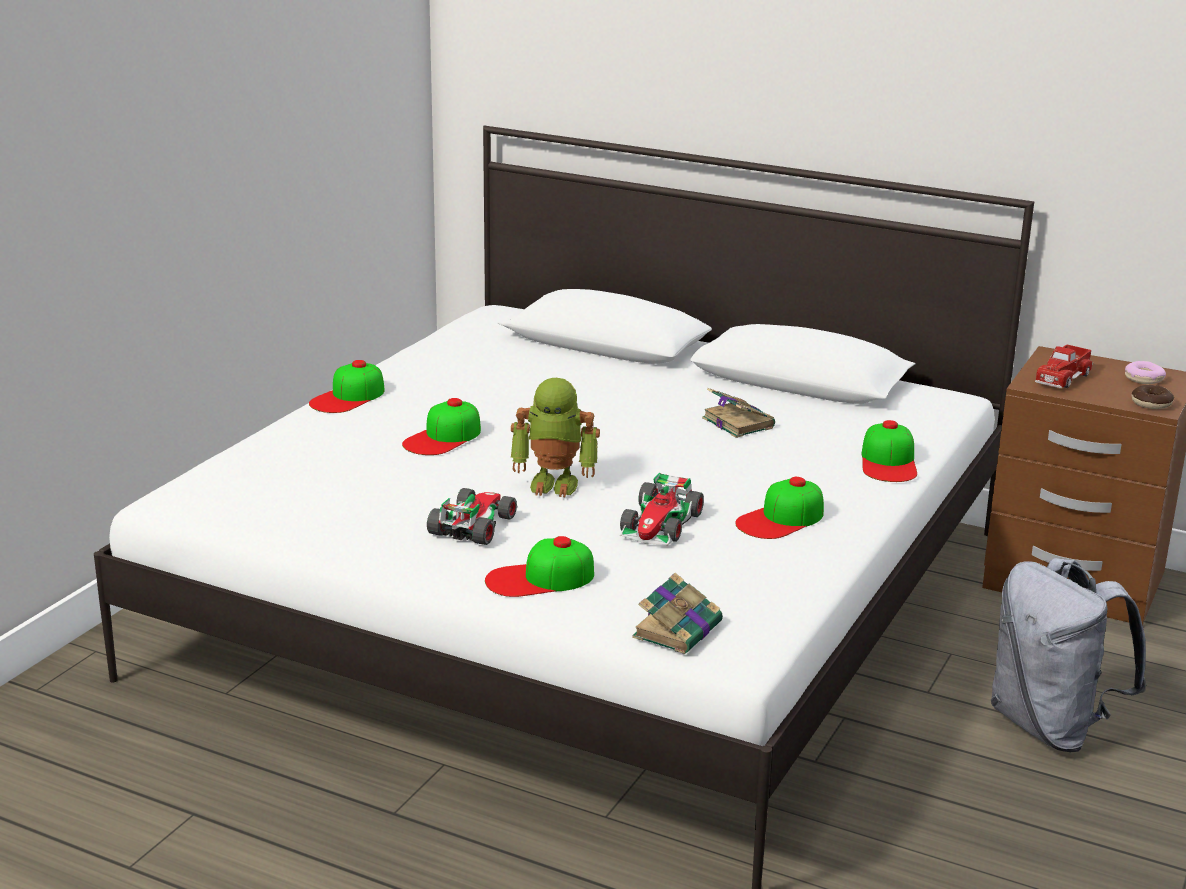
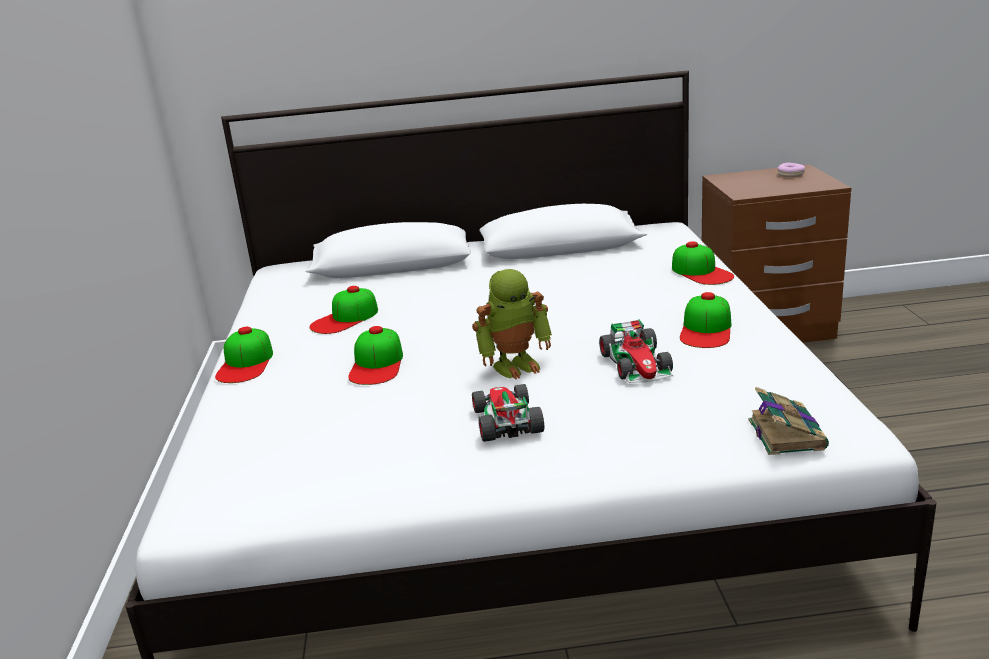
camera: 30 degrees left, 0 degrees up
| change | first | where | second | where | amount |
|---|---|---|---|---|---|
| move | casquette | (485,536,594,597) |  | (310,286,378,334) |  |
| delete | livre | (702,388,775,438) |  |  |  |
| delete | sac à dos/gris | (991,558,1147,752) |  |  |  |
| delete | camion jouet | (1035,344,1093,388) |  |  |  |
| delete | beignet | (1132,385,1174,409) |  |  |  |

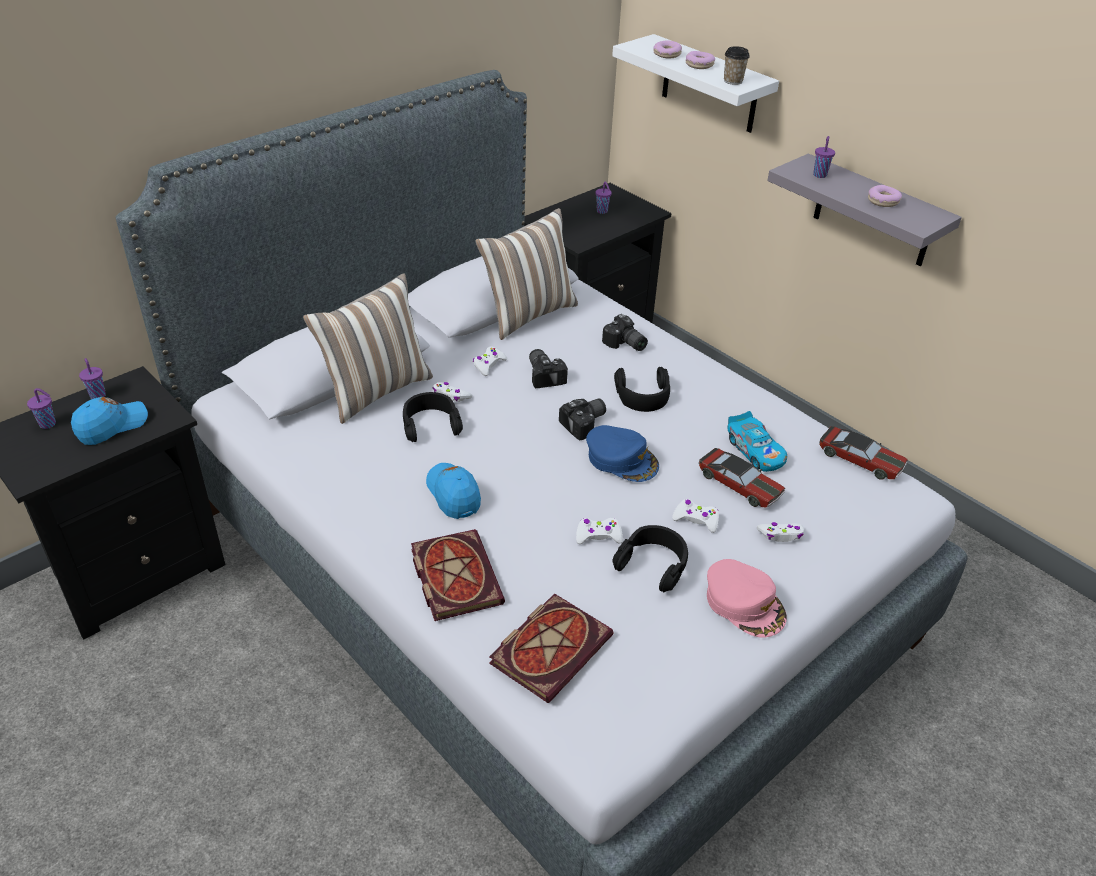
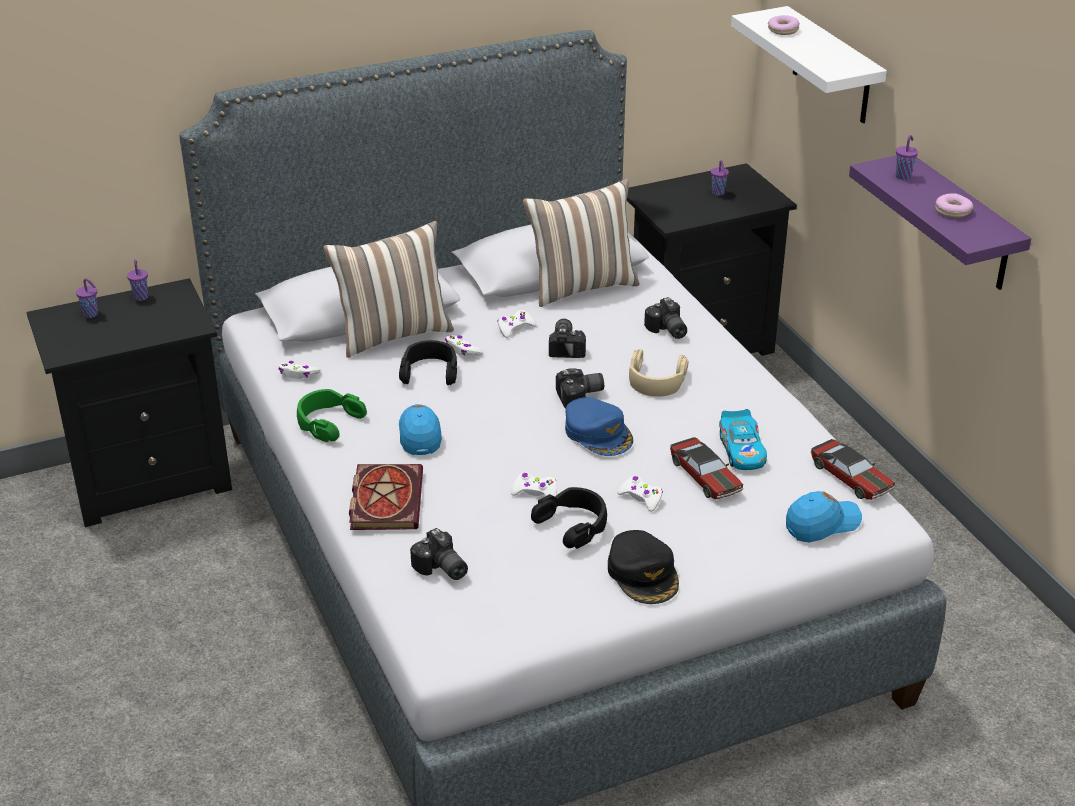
camera: 20 degrees right, 5 degrees down
| change | first | where | second | where | amount |
|---|---|---|---|---|---|
| move | manette/blanc | (757,522,804,542) |  | (278,361,321,379) |  |
| insert |  |  | casque audio/vert | (297,389,367,442) |  |
| replace | livre | (489,593,614,703) | appareil photo | (410,528,468,580) |  |
| recolor | casquette/rose | (707,559,787,637) | casquette/noir | (608,530,679,604) |  |
| recolor | casque audio/noir | (614,367,670,412) | casque audio/beige | (629,349,689,397) |  |
| move | casquette/bleu | (71,397,148,445) |  | (786,491,862,542) |  |
| recolor | étagère/gris | (767,154,962,266) | étagère/violet | (849,155,1031,290) |  |
| delete | beignet | (686,51,715,69) |  |  |  |
| delete | tasse | (724,46,750,85) |  |  |  |

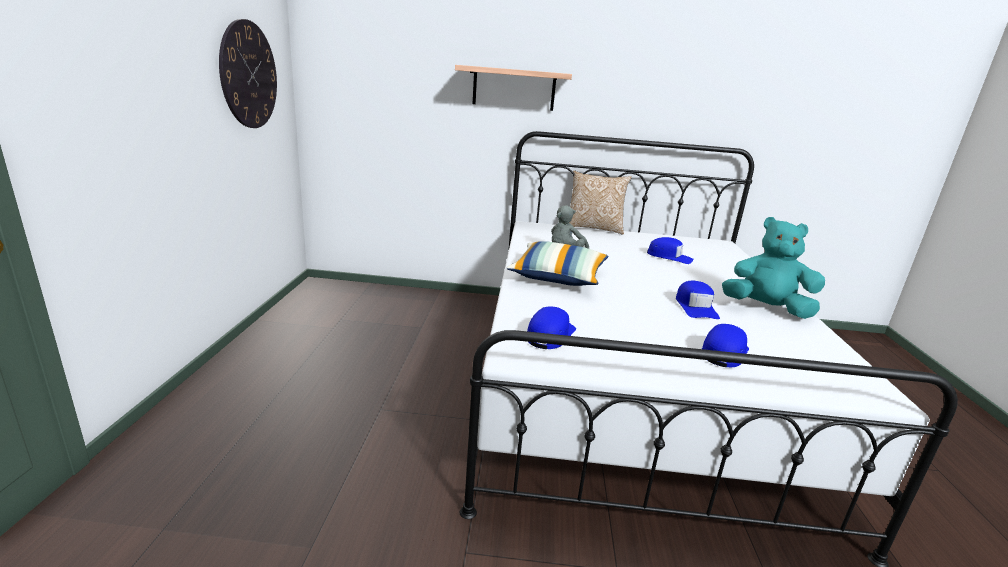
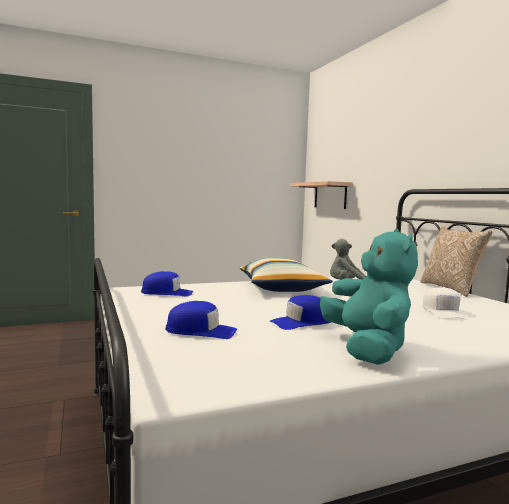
camera: 65 degrees right, 15 degrees down
| change | first | where | second | where | amount |
|---|---|---|---|---|---|
| move | étagère | (455,65,572,111) |  | (290,181,353,209) |  |
| recolor | casquette/bleu | (647,237,694,264) | casquette/blanc | (422,287,470,320) |  |
| delete | horloge murale | (219,19,277,128) |  |  |  |

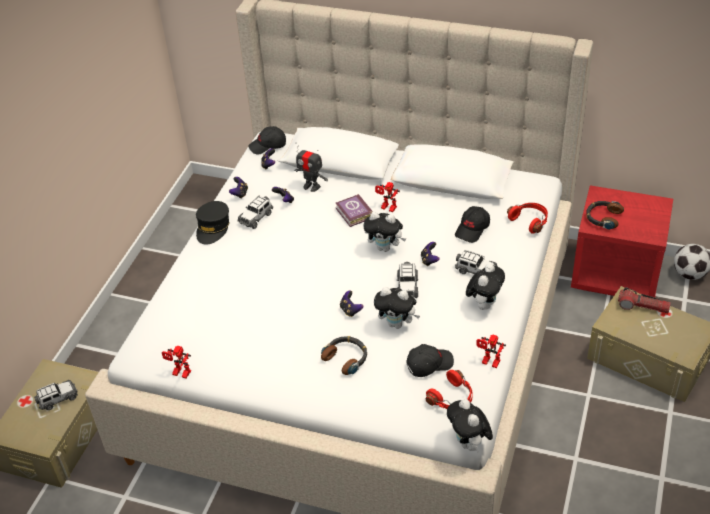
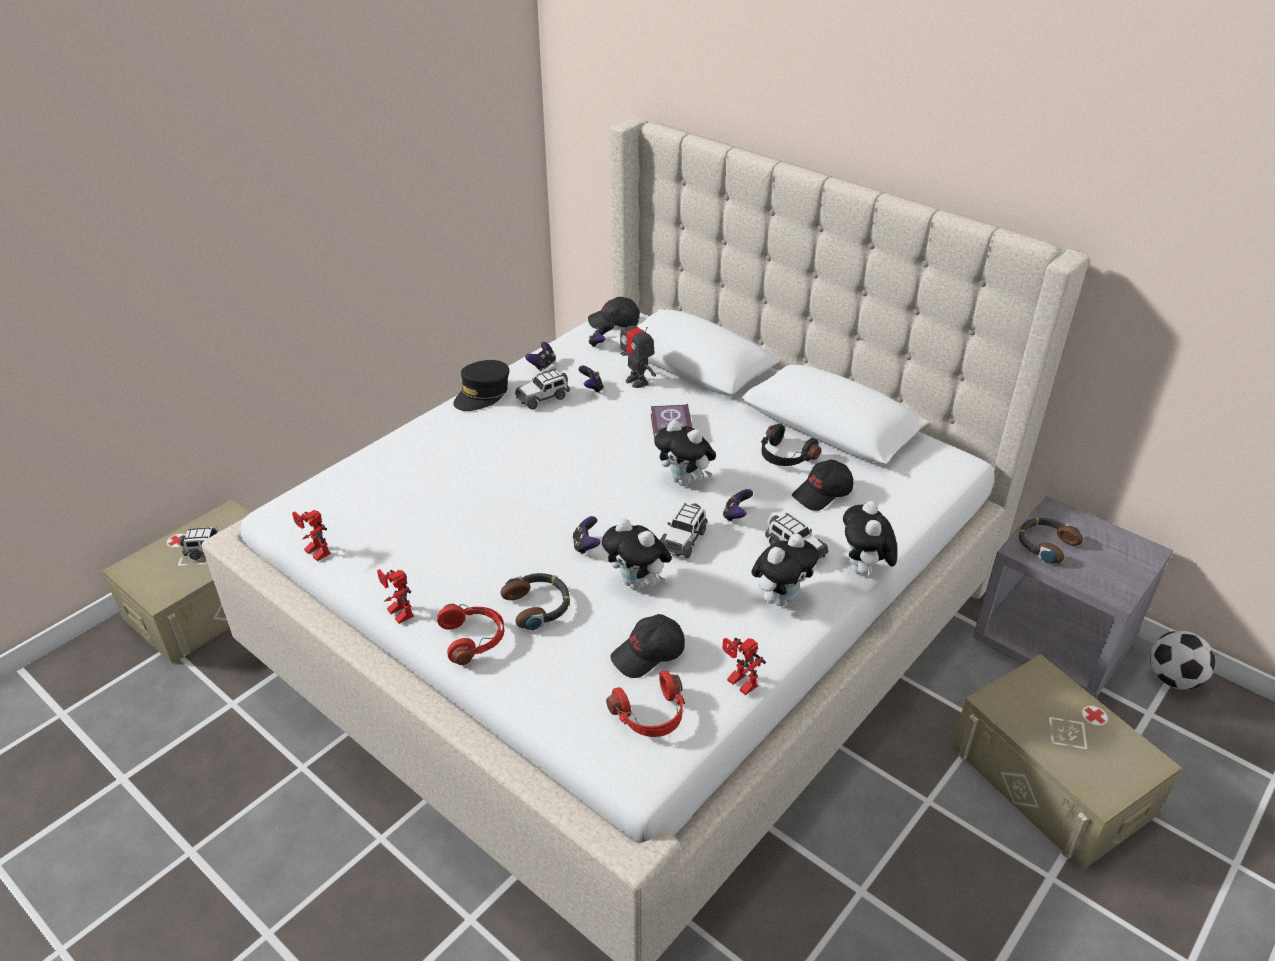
camera: 20 degrees right, 5 degrees down
| change | first | where | second | where | amount |
|---|---|---|---|---|---|
| move | robot jouet | (375,182,400,212) |  | (377,569,414,624) |  |
| move | casque audio/rouge | (507,203,548,234) |  | (437,604,504,665) |  |
| rotate | casquette/noir | (406,344,454,377) |  | (610,614,685,678) | 150 degrees clockwise |
| insert |  |  | casque audio/noir | (761,423,821,466) |  |
| move | peluche | (447,399,493,453) |  | (843,501,897,576) |  |
| recolor | table de chevet/rouge | (571,185,673,297) | table de chevet/gris | (973,496,1173,698) |  |
| delete | lampe de poche | (618,287,671,313) |  |  |  |

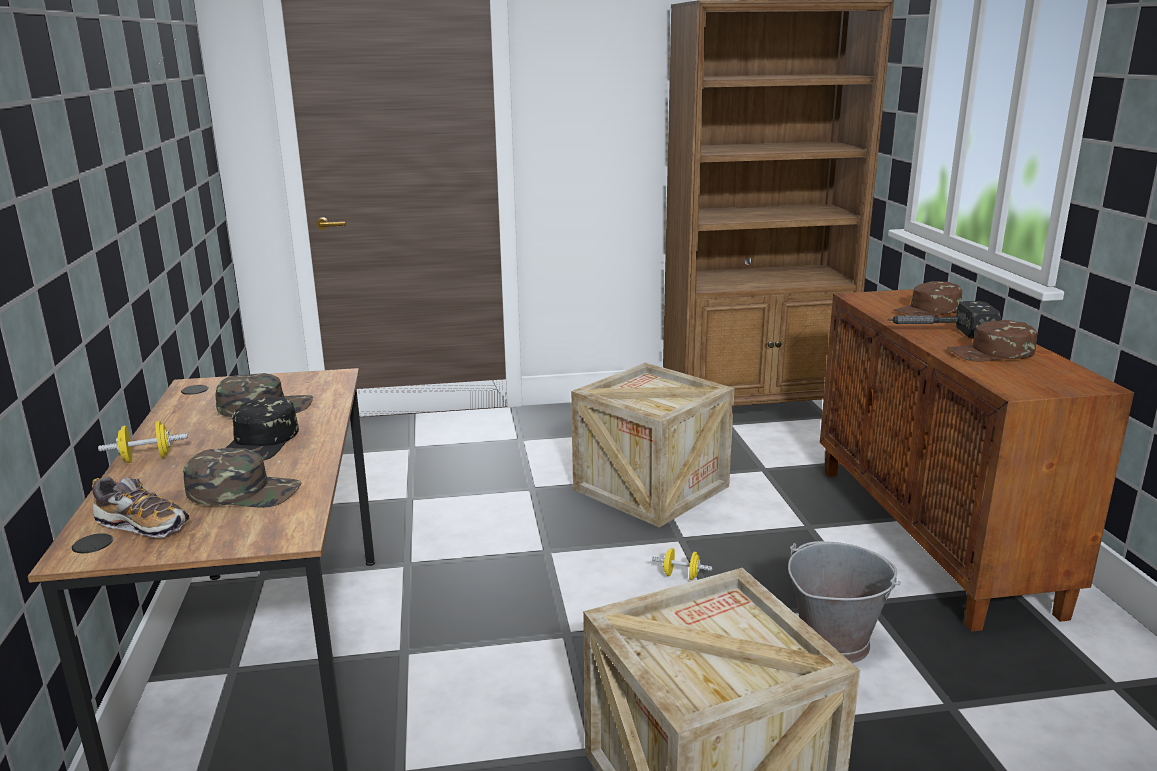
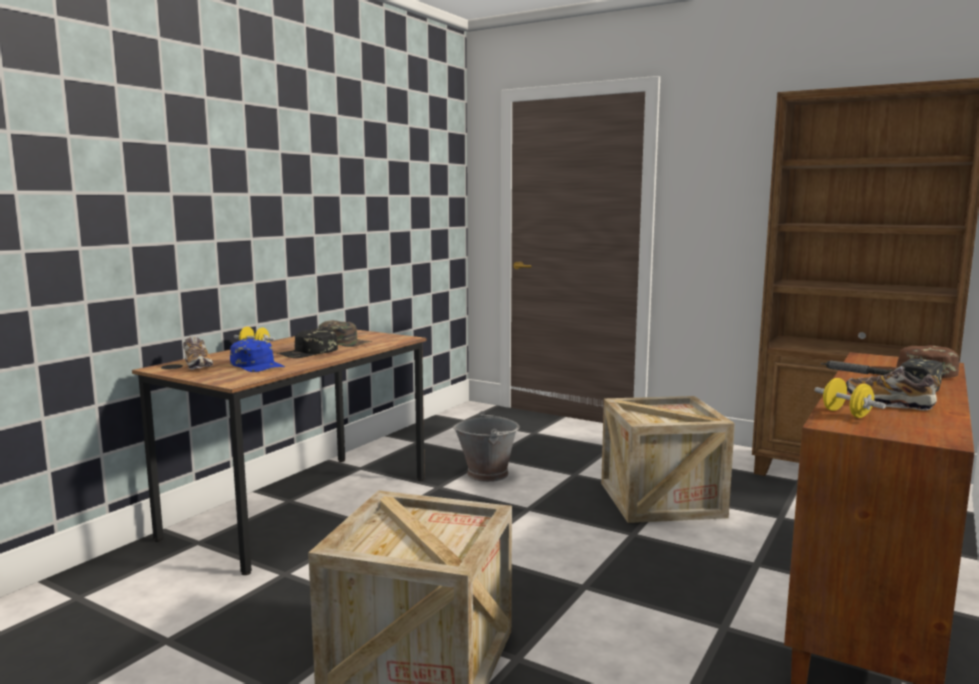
camera: 40 degrees right, 10 degrees down
| change | first | where | second | where | amount |
|---|---|---|---|---|---|
| recolor | casquette/vert | (183,448,301,508) | casquette/bleu | (230,339,285,372) |  |
| move | seau/gris | (788,541,901,663) |  | (453,411,520,482) |  |
| move | haltère/jaune | (652,548,713,580) |  | (814,378,886,418) |  |
| replace | casquette/marron | (947,320,1037,362) | chaussure | (846,366,940,411) |  |

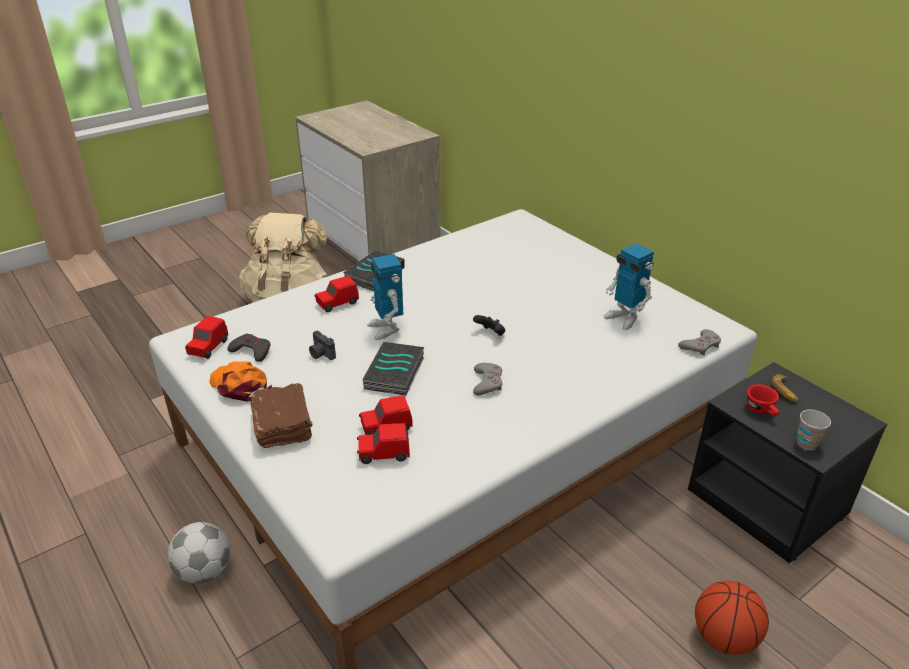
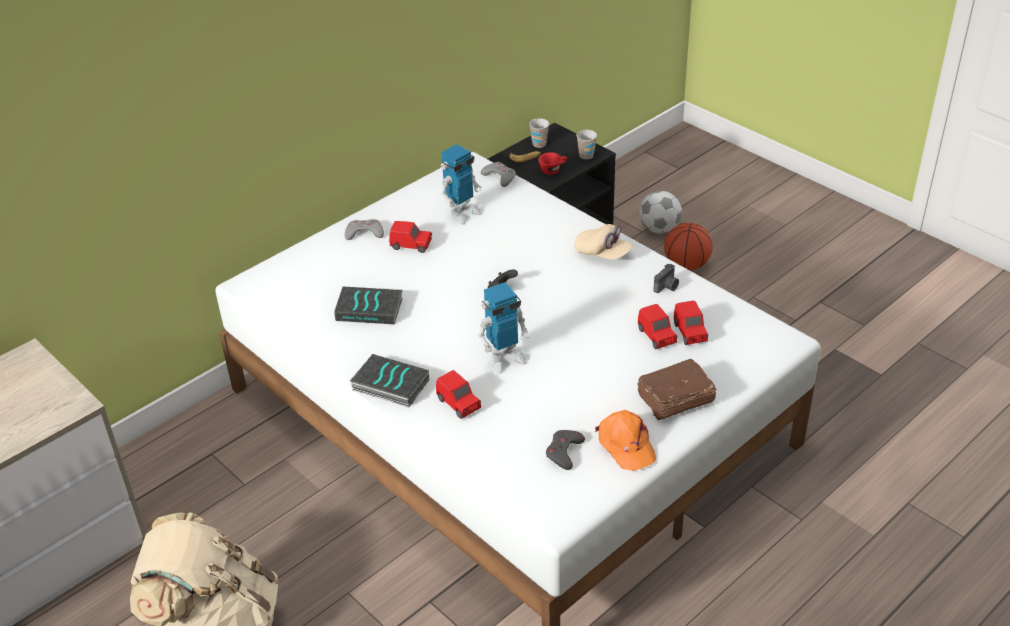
camera: 95 degrees left, 5 degrees up
| change | first | where | second | where | amount |
|---|---|---|---|---|---|
| move | livre | (363,342,424,396) |  | (334,286,403,325) |  |
| move | manette/gris | (473,363,503,396) |  | (345,219,384,240) |  |
| move | petite voiture/rouge | (185,316,228,359) |  | (389,221,432,253) |  |
| insert |  |  | tasse | (529,118,549,148) |  |
| insert |  |  | casquette/beige | (574,224,632,260) |  |
| rotate | casquette/orange | (209,361,272,402) |  | (595,410,656,471) | 60 degrees counterclockwise |
| move | ballon de foot | (168,522,230,584) |  | (639,191,682,233) |  |
| move | appareil photo | (309,331,336,360) |  | (653,264,679,293) |  |

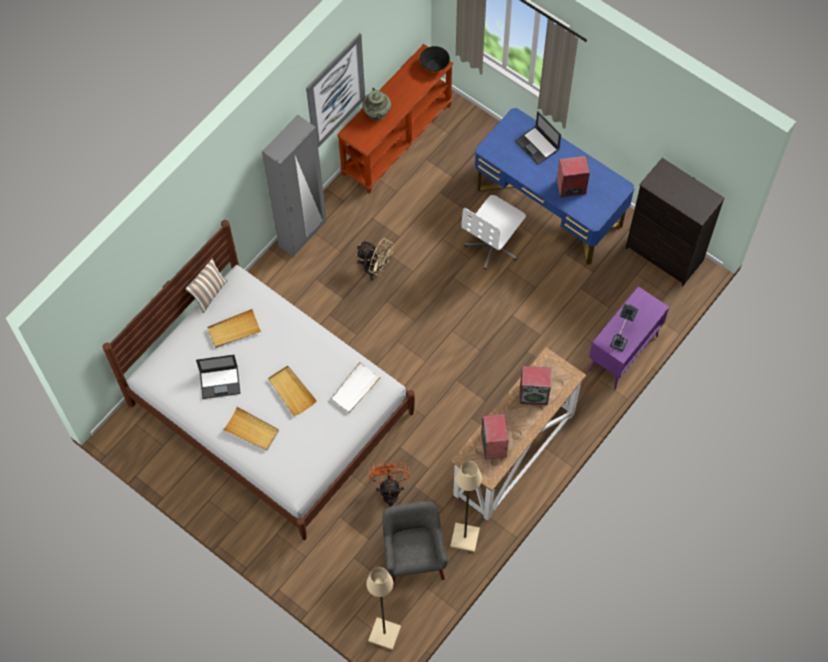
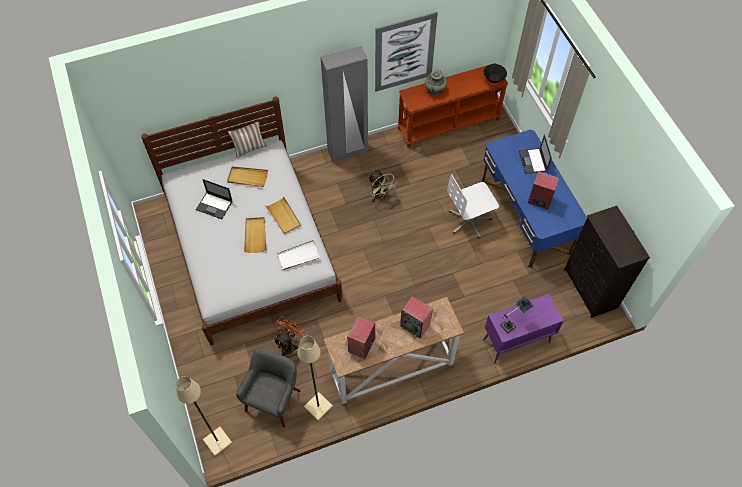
camera: 30 degrees right, 5 degrees down
| change | first | where | second | where | amount |
|---|---|---|---|---|---|
| move | plateau/beige | (223,407,279,450) |  | (266,197,301,234) |  |

